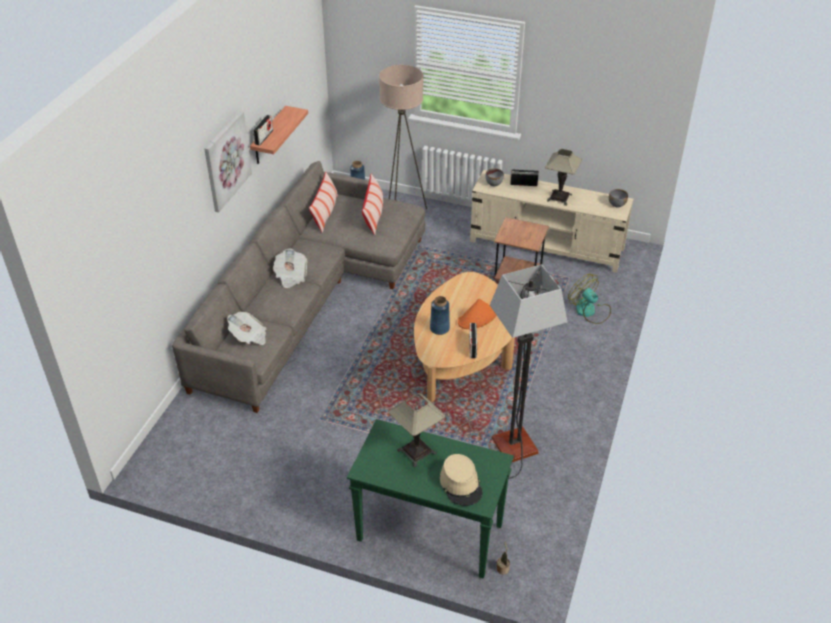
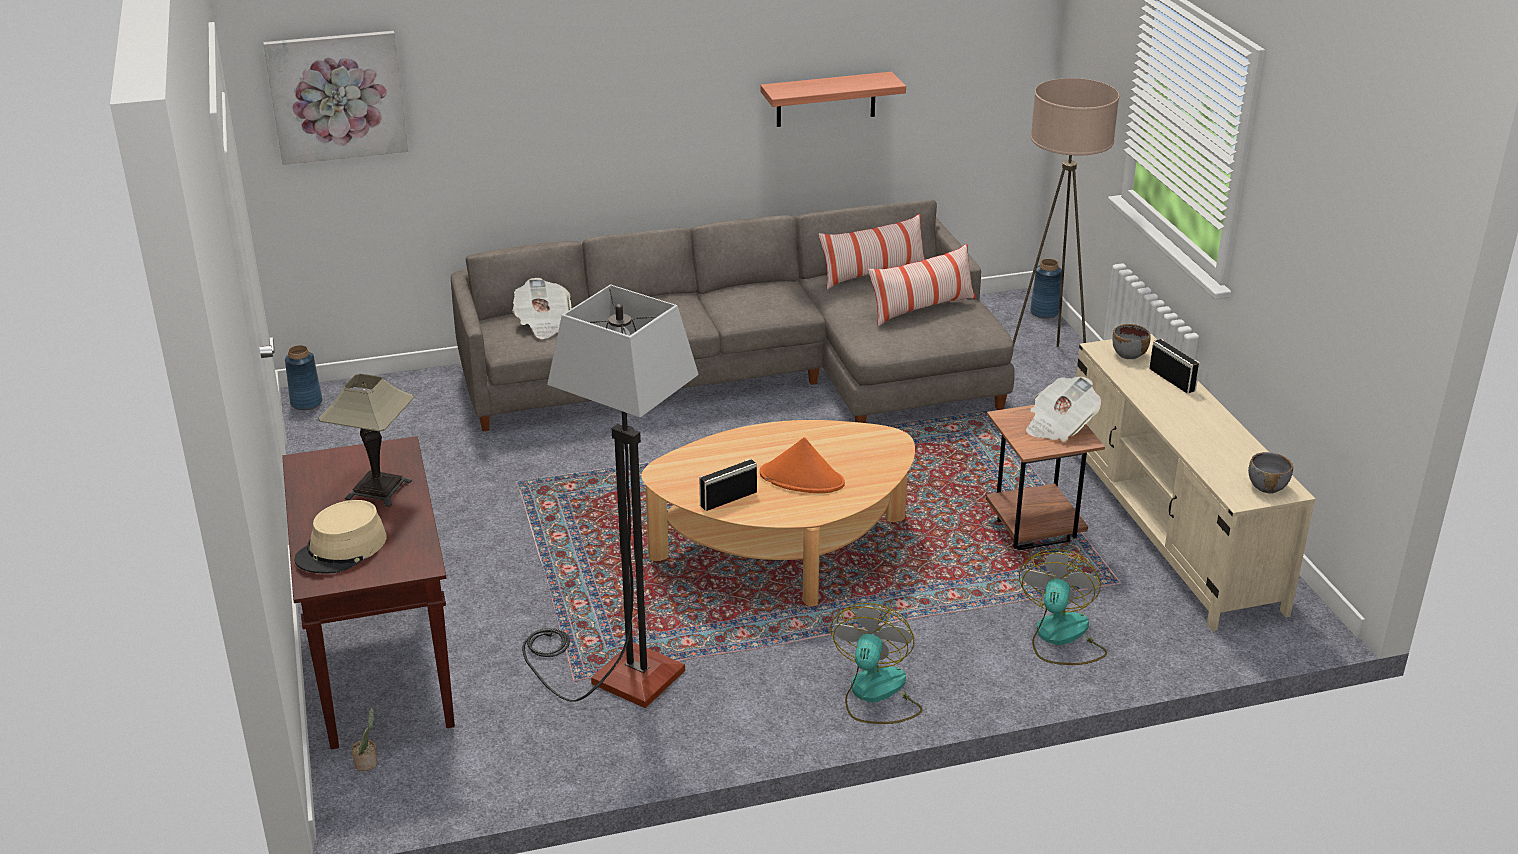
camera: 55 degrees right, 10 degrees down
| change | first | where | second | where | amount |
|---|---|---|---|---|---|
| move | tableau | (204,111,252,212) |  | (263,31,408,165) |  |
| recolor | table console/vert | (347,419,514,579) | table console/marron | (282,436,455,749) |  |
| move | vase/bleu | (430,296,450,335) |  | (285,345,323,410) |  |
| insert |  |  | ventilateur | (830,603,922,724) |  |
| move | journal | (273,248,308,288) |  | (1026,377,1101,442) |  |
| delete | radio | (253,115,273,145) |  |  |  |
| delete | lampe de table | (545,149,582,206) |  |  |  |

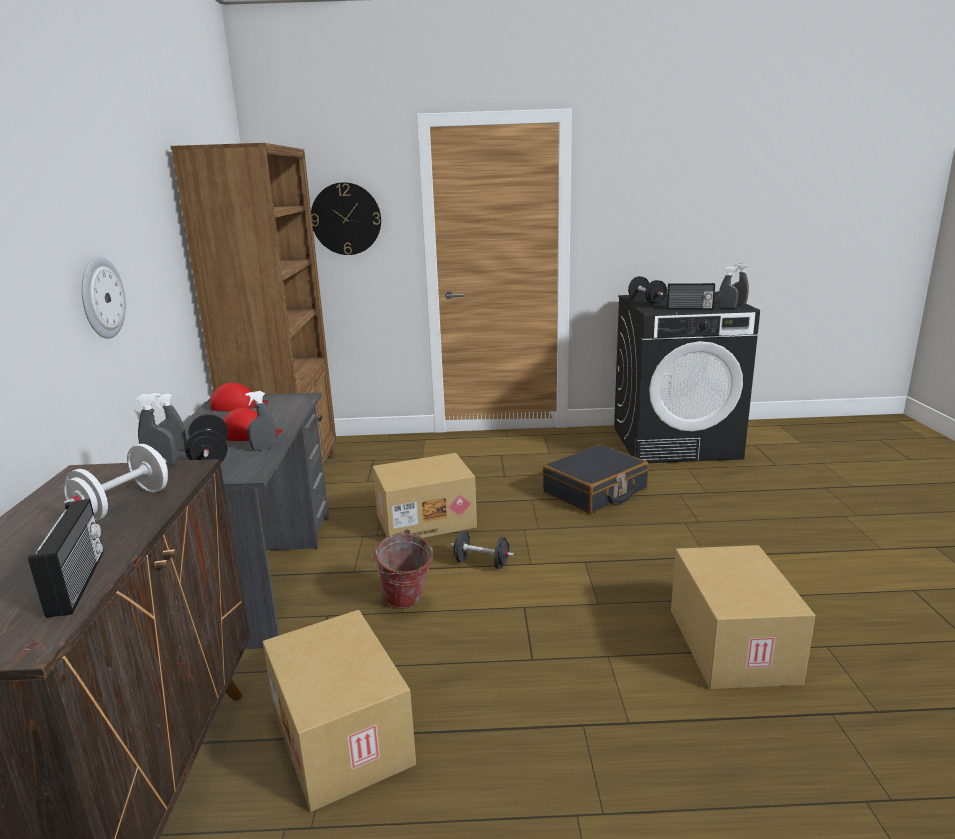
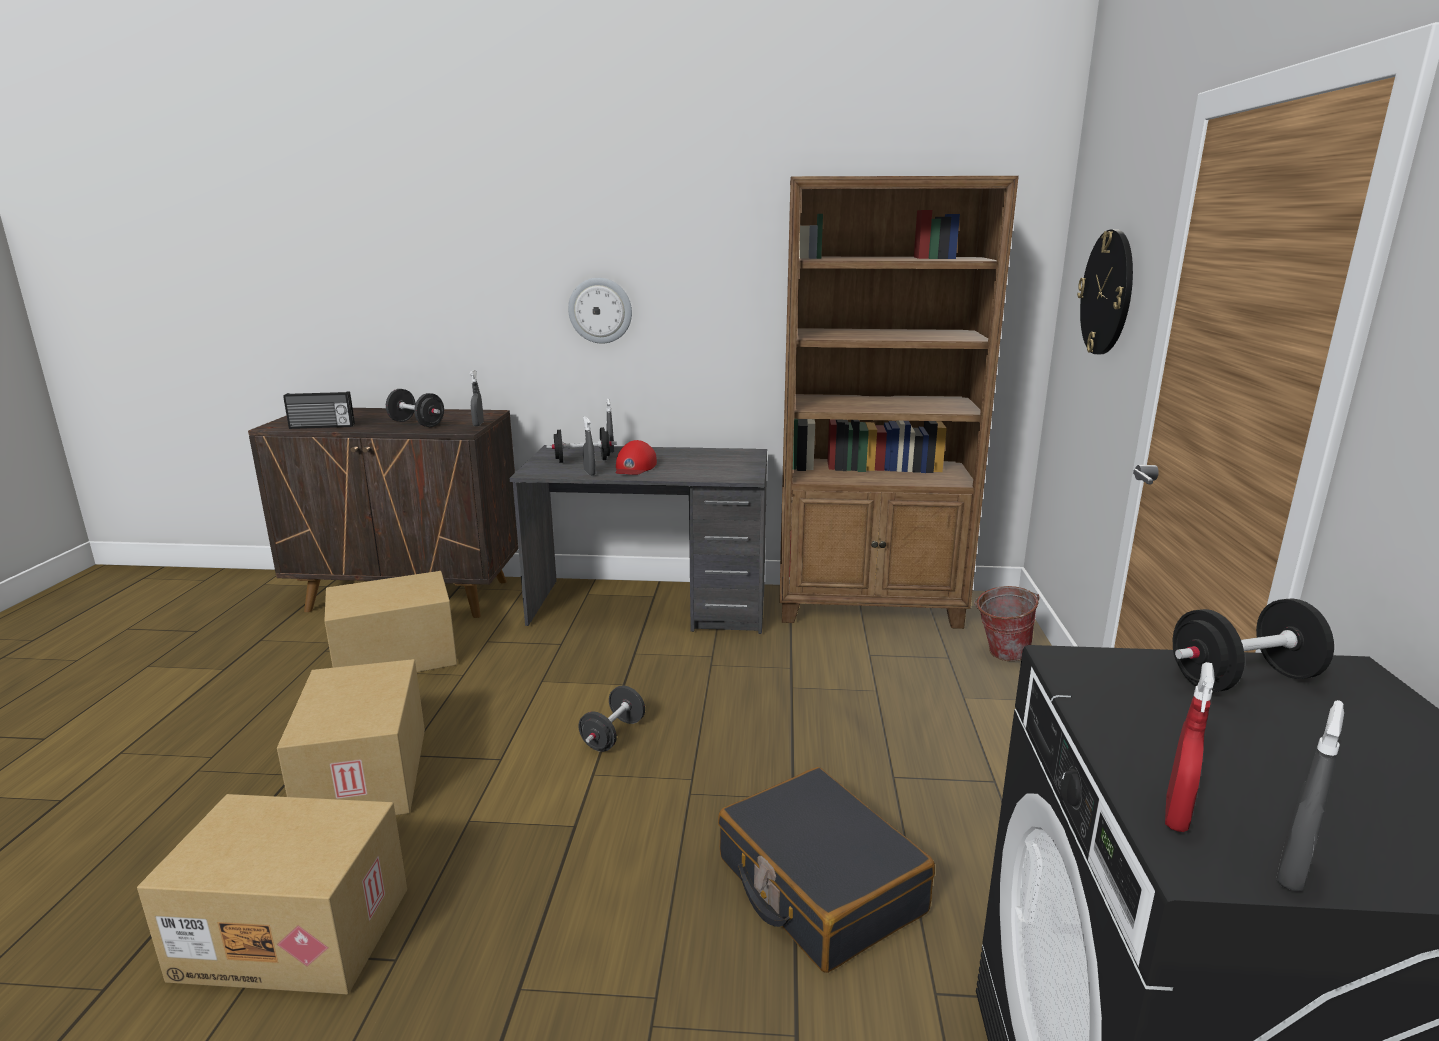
camera: 95 degrees right, 0 degrees up
| change | first | where | second | where | amount |
|---|---|---|---|---|---|
| move | carton | (373,453,477,538) |  | (277,659,425,815) |  |
| recolor | haltère/blanc | (63,444,168,521) | haltère/noir | (386,389,444,427) |  |
| move | seau | (371,529,433,609) |  | (974,586,1039,661) |  |
| recolor | vaporisateur/gris | (718,266,738,309) | vaporisateur/rouge | (1165,662,1215,832) |  |
| delete | casquette/rouge | (210,383,269,411) |  |  |  |
| delete | radio | (667,283,715,310) |  |  |  |

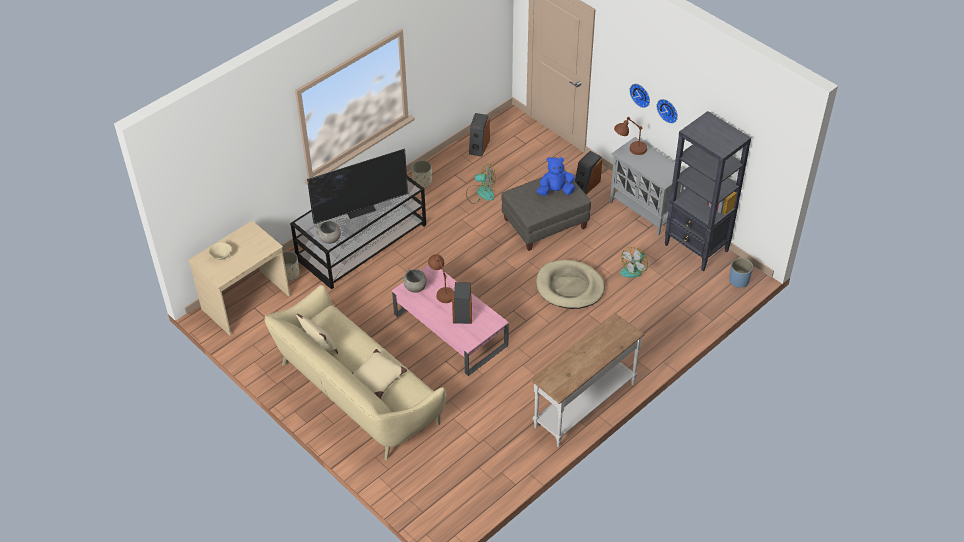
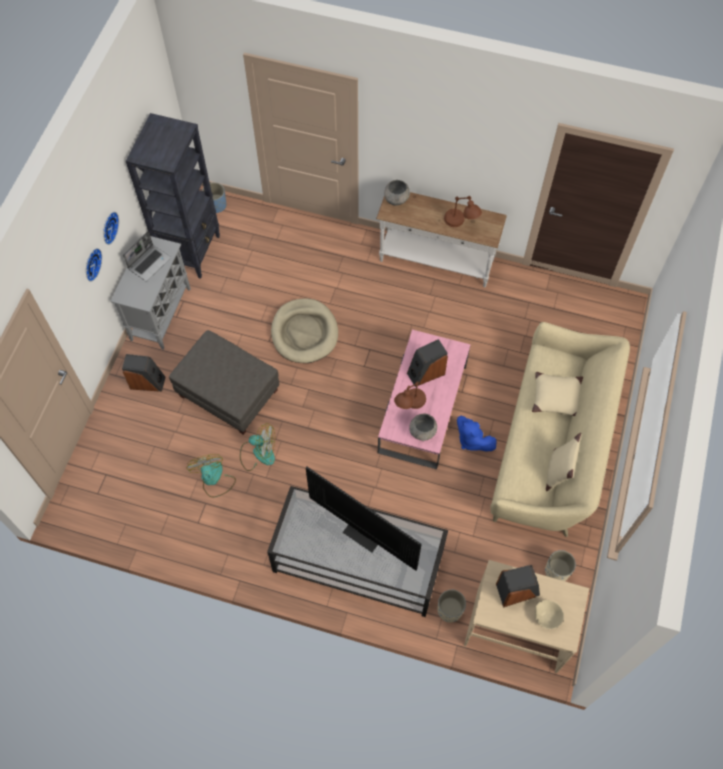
camera: 120 degrees left, 15 degrees up
| change | first | where | second | where | amount |
|---|---|---|---|---|---|
| insert |  |  | ordinateur portable | (123,231,171,281) |  |
| move | ventilateur | (620,247,648,278) |  | (240,423,275,471) |  |
| move | bol/gris | (316,221,341,244) |  | (384,180,410,205) |  |
| move | lampe de table/marron | (614,117,647,155) |  | (444,196,482,227) |  |
| move | peluche/bleu | (537,157,575,196) |  | (457,416,497,452) |  |
| move | enceinte | (469,113,490,157) |  | (496,565,540,607) |  |
| move | cache-pot/beige | (411,160,432,188) |  | (545,550,576,581) |  |

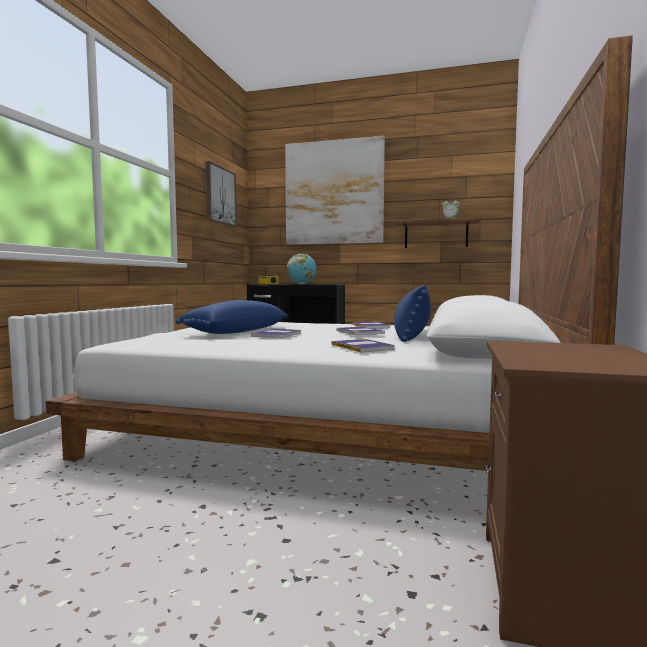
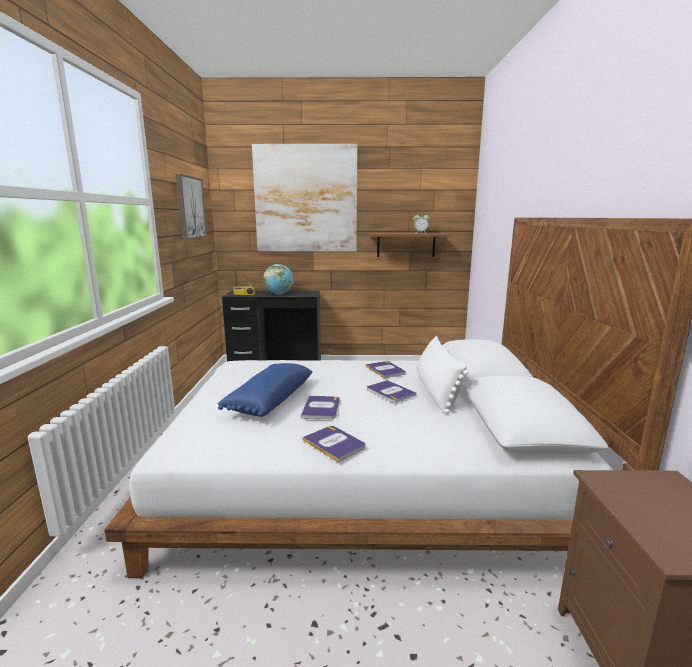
camera: 15 degrees left, 10 degrees up
| change | first | where | second | where | amount |
|---|---|---|---|---|---|
| move | livre | (331,339,395,352) |  | (302,426,366,462) |  |
| recolor | coussin/bleu | (394,284,431,342) | coussin/blanc | (417,336,469,414) |  |

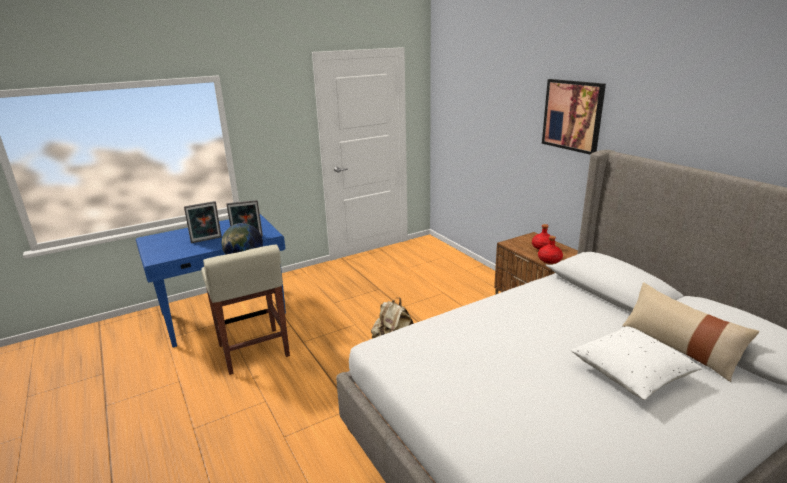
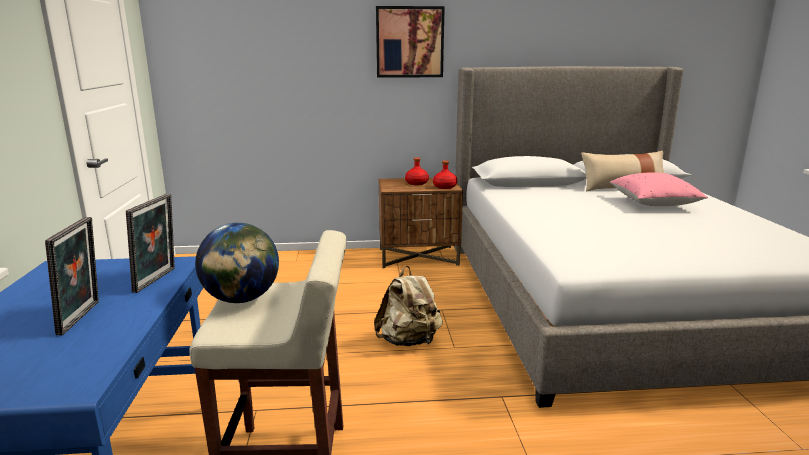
camera: 65 degrees left, 5 degrees down
| change | first | where | second | where | amount |
|---|---|---|---|---|---|
| recolor | coussin/blanc | (571,326,702,400) | coussin/rose | (610,172,708,206) |  |

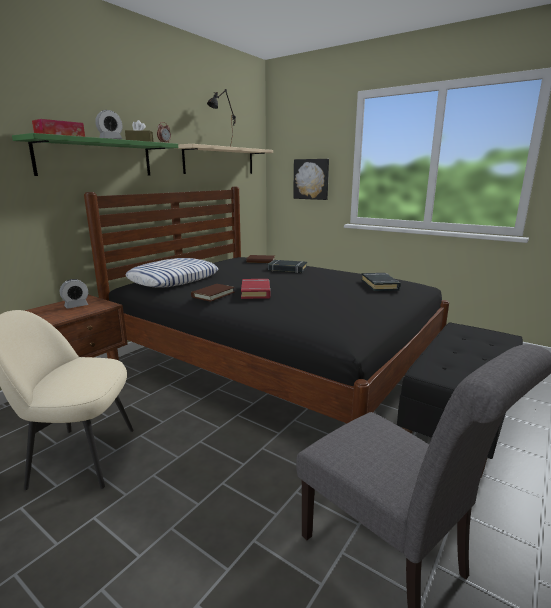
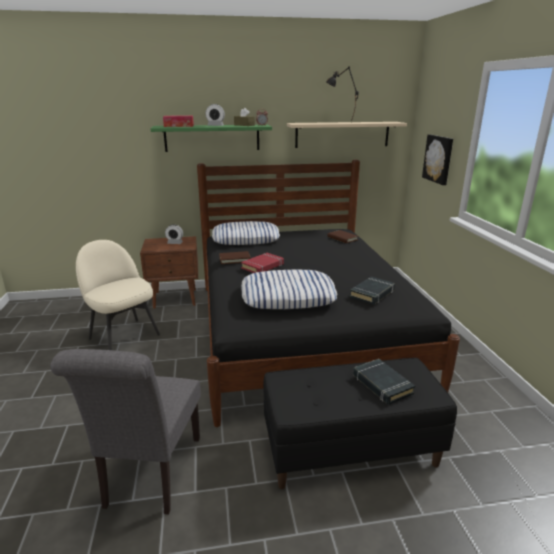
camera: 45 degrees right, 5 degrees up
| change | first | where | second | where | amount |
|---|---|---|---|---|---|
| insert |  |  | coussin | (241,269,337,309) |  |
| move | livre/noir | (268,260,307,273) |  | (353,359,415,405) |  |

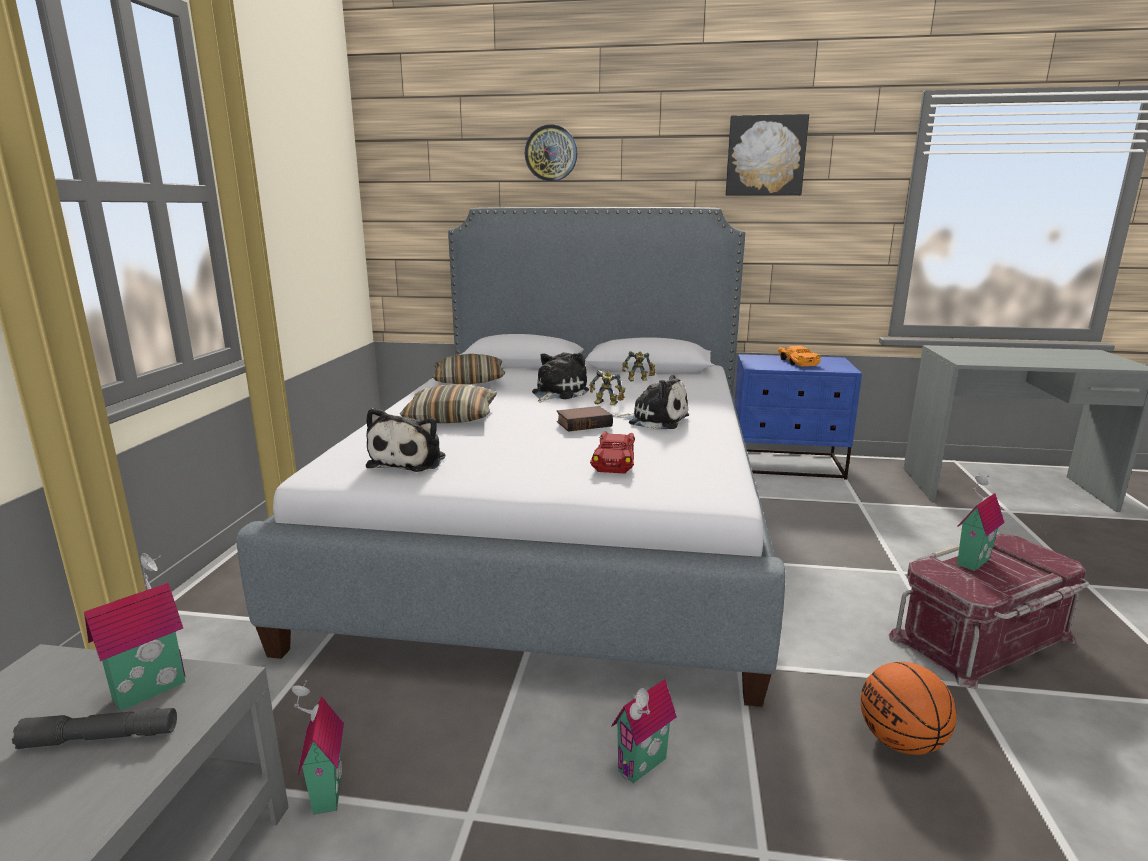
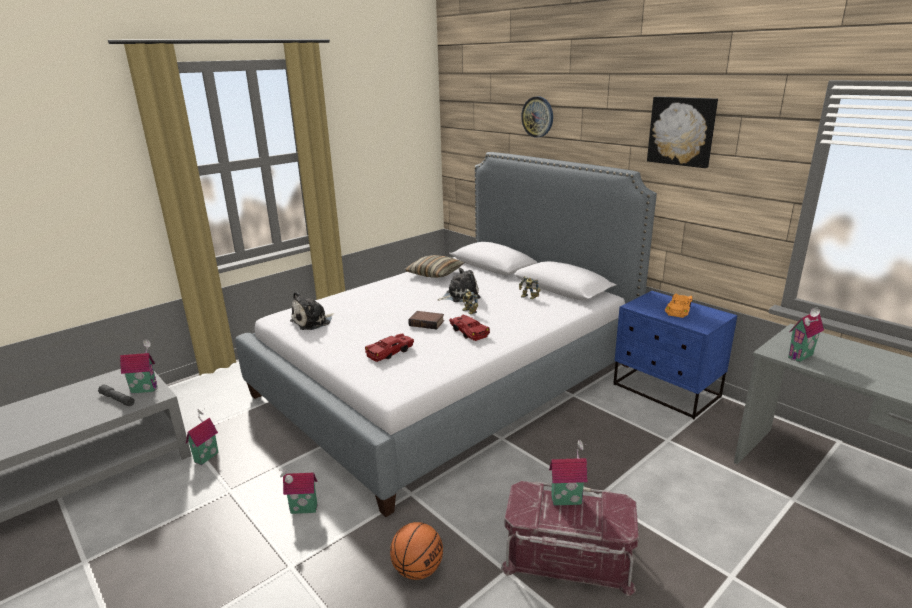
camera: 40 degrees right, 5 degrees up
| change | first | where | second | where | amount |
|---|---|---|---|---|---|
| replace | peluche | (613,375,689,430) | petite voiture/rouge | (449,315,490,341) |  |
| insert |  |  | maison miniature | (788,307,824,362) |  |
| delete | coussin | (400,384,497,423) |  |  |  |

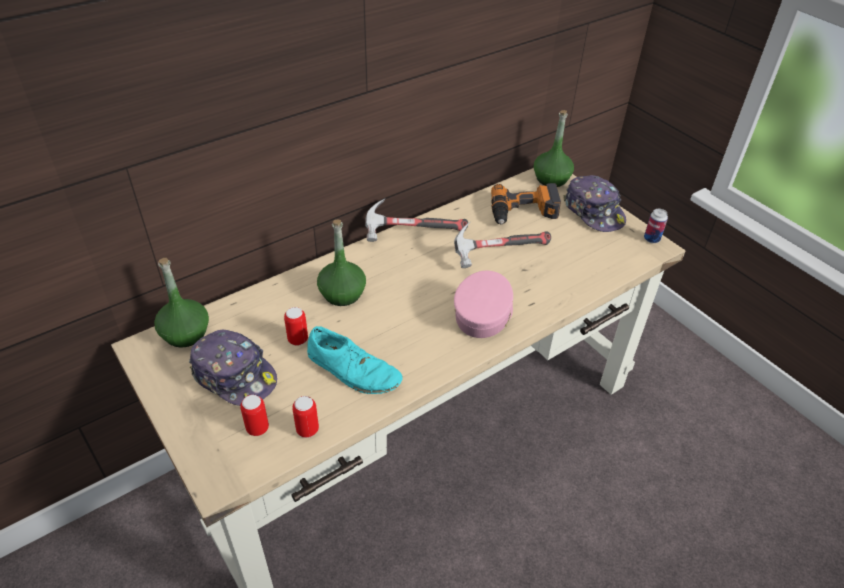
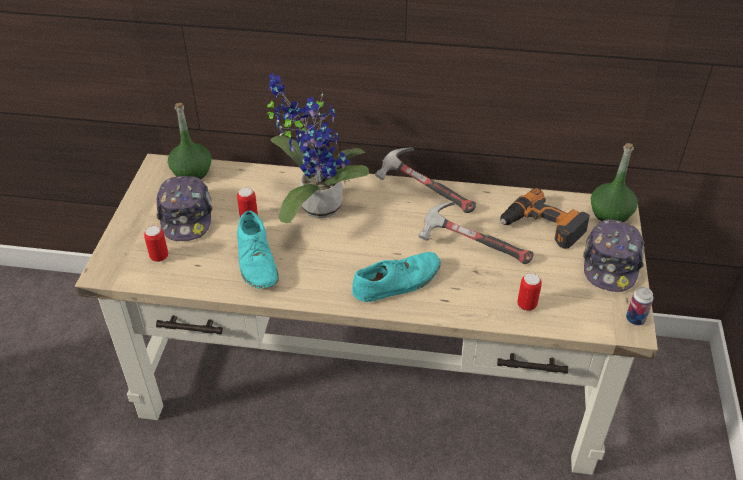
camera: 45 degrees right, 0 degrees up
| change | first | where | second | where | amount |
|---|---|---|---|---|---|
| replace | bouteille/vert | (317,219,366,306) | plante en pot | (267,73,369,223) |  |
| replace | casquette/rose | (454,271,513,338) | chaussure/turquoise | (352,252,441,302) |  |
| move | boîte métallique | (292,396,319,438) |  | (517,273,542,311) |  |

